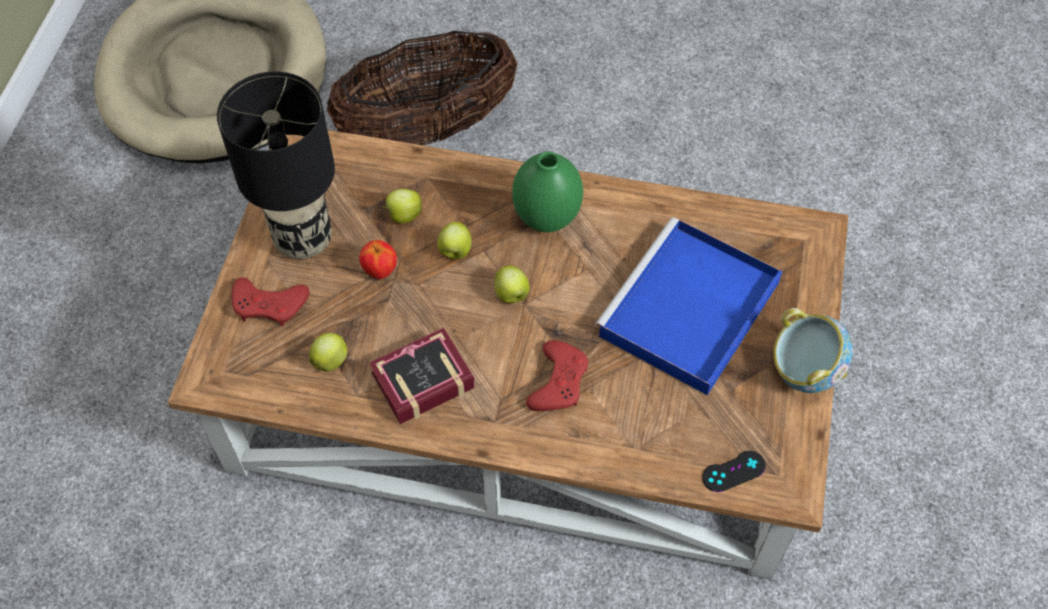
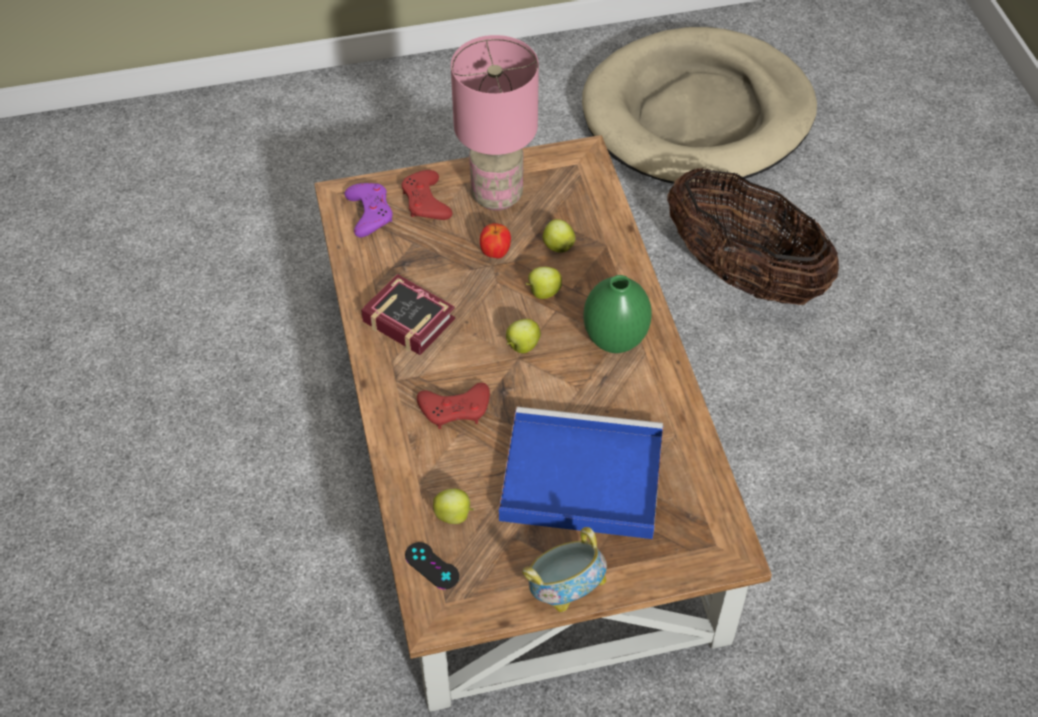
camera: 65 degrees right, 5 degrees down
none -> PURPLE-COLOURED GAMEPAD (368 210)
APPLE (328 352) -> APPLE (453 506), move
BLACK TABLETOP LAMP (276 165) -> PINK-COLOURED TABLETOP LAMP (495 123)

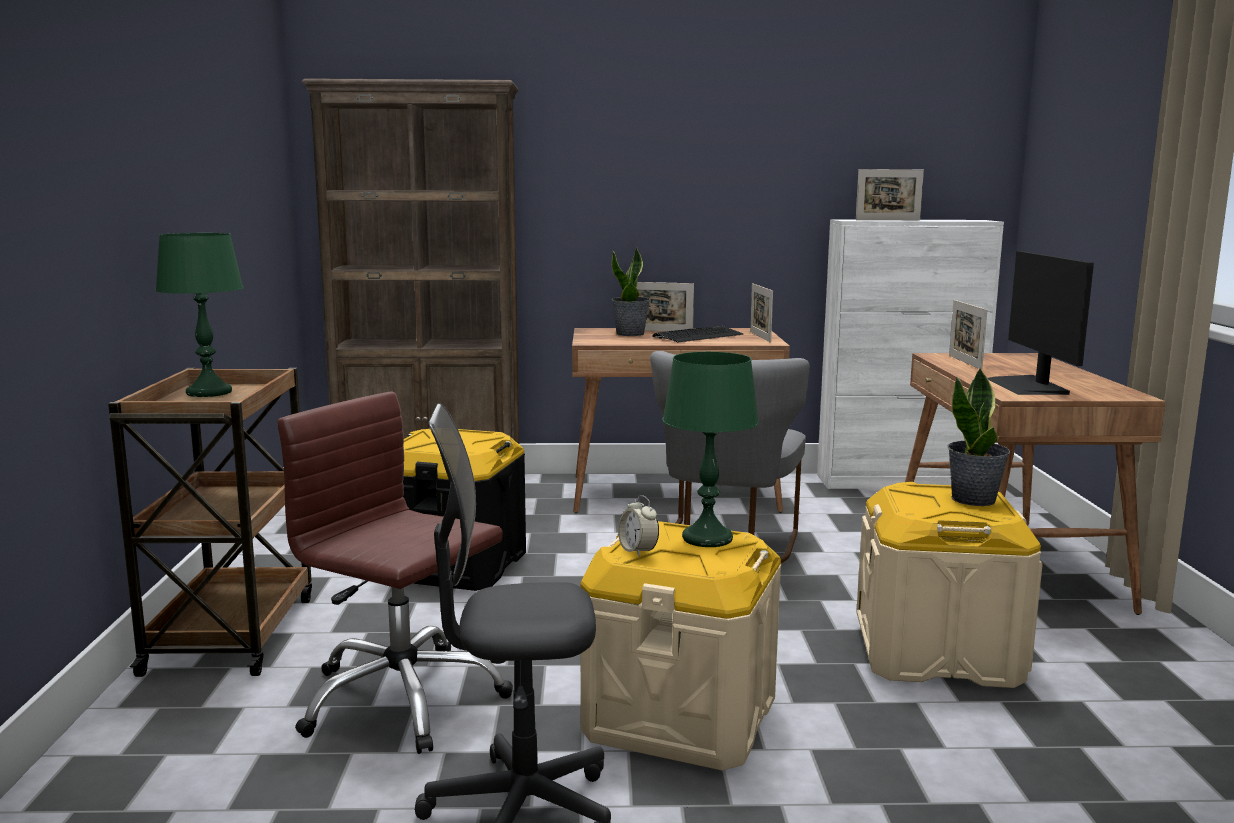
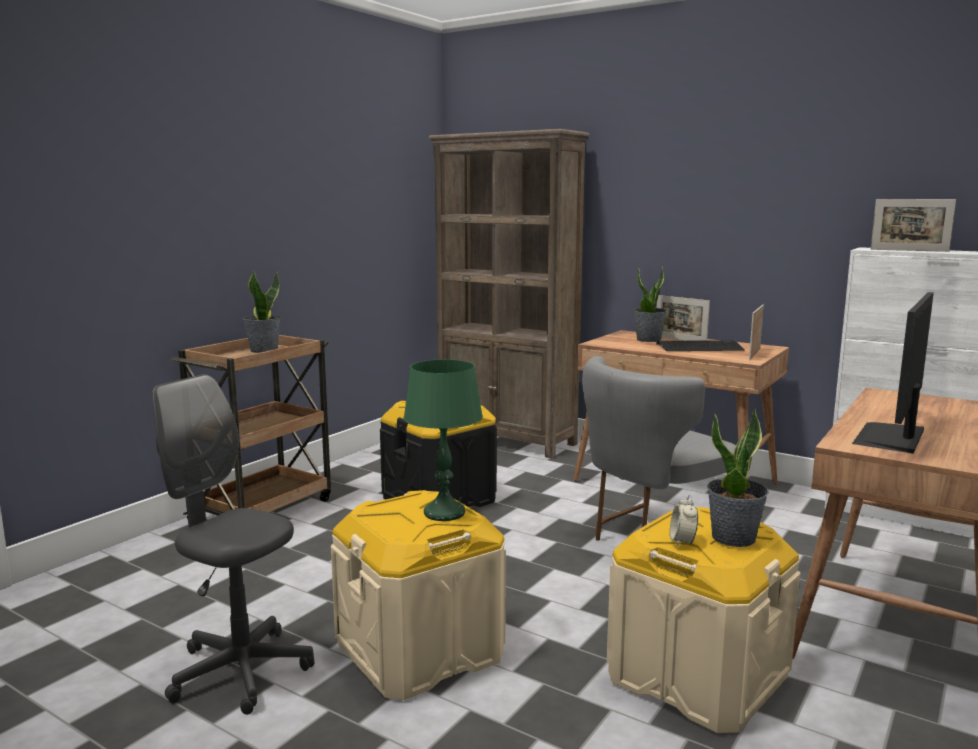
camera: 35 degrees right, 0 degrees up
GREEN-COLOURED TABLETOP LAMP (199 315) -> PLANT IN A POT (262 311)
BEDSIDE CLOCK (638 526) -> BEDSIDE CLOCK (684 521), move
BROWN-COLOURED COMPUTER CHAIR (395 572) -> none
STANDING FRAME (968 335) -> none

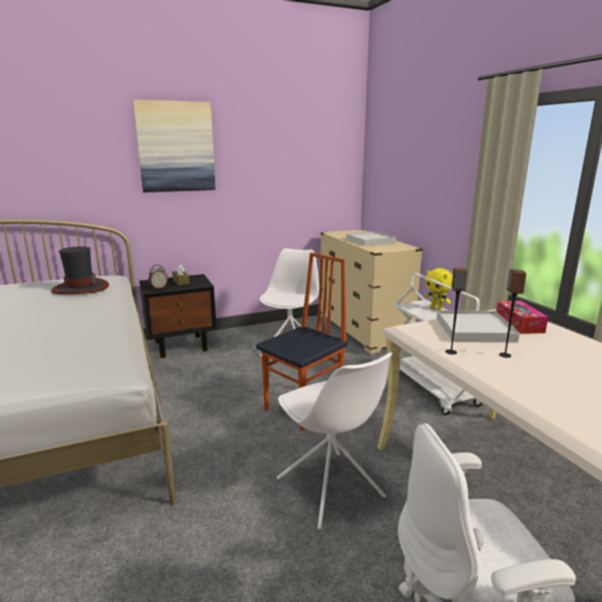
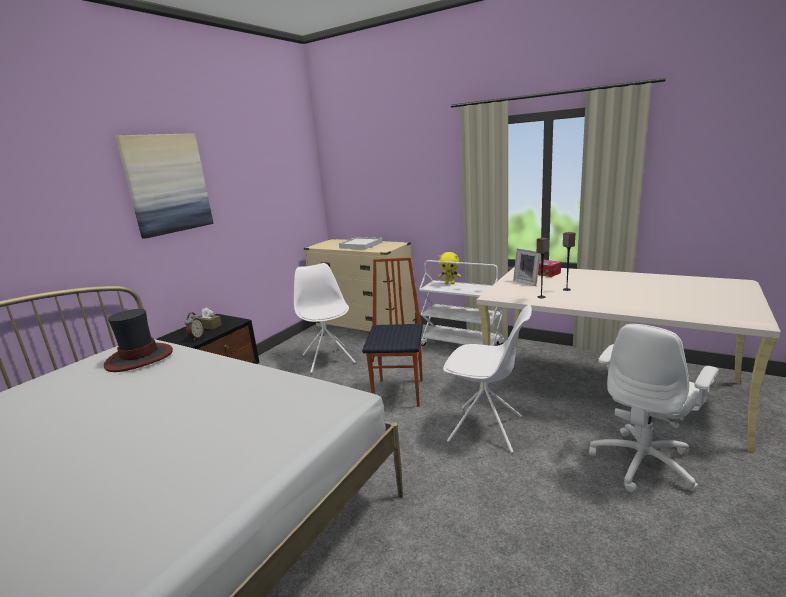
camera: 35 degrees left, 0 degrees up
WHITE SERVING TRAY (478 326) -> STANDING FRAME (526 267)

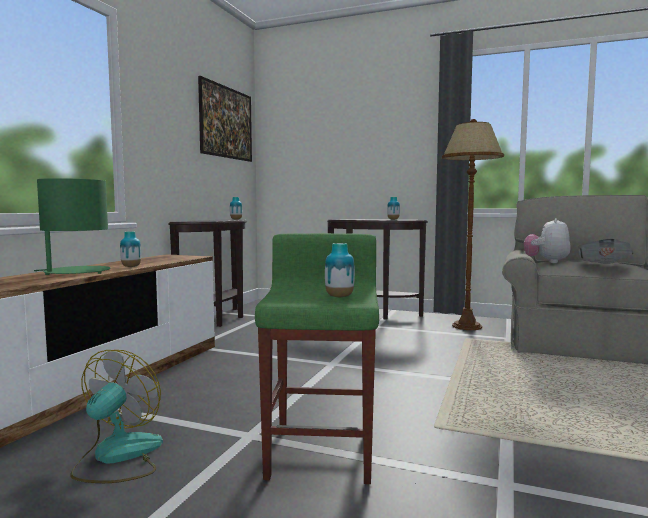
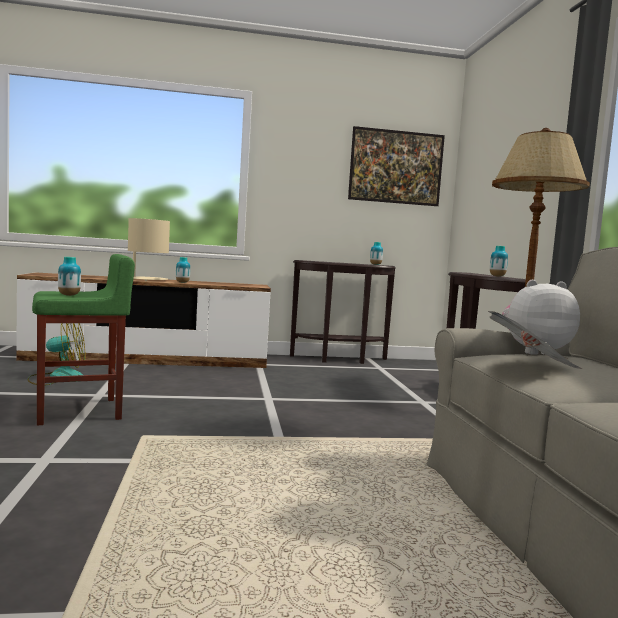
camera: 60 degrees right, 0 degrees up
GREEN-COLOURED TABLETOP LAMP (72 226) -> SAND-COLOURED TABLETOP LAMP (149 249)

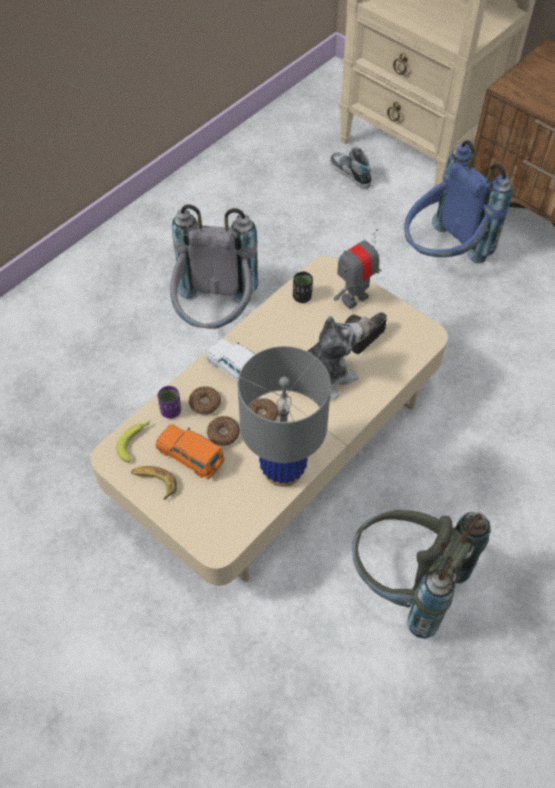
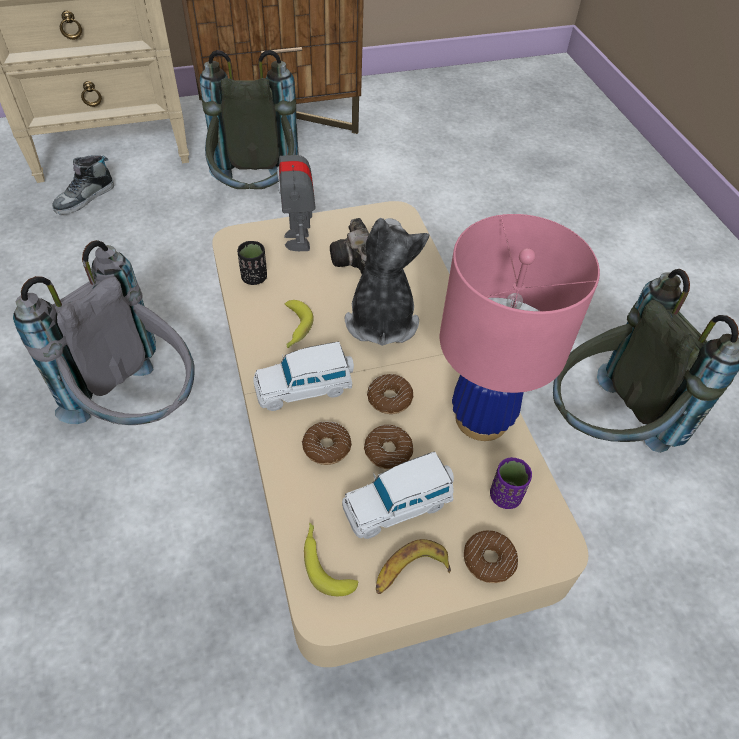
camera: 60 degrees left, 5 degrees down
ITEM OF FOOTWEAR (351 168) -> ITEM OF FOOTWEAR (83 185), 45 degrees counterclockwise
BLUE-COLOURED BACKPACK (458 202) -> GRAY BACKPACK (249 119)
none -> BANANA (299 324)
ORANGE TOY CAR (190 451) -> WHITE TOY CAR (398 495)
GRAY TABLETOP LAMP (284 416) -> PINK-COLOURED TABLETOP LAMP (520 327)
none -> RING DOUGHNUT (491 556)
PURPLE-COLOURED CUP (169 402) -> PURPLE-COLOURED CUP (511 483), move

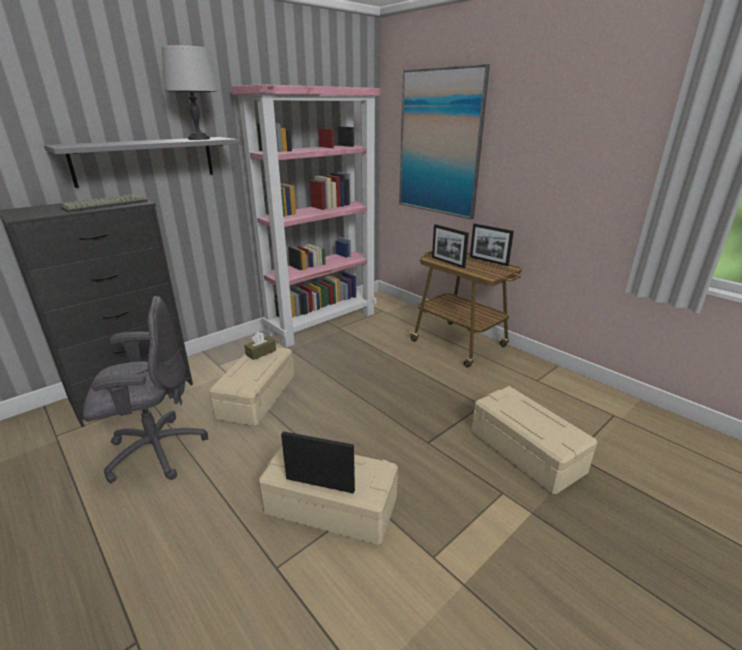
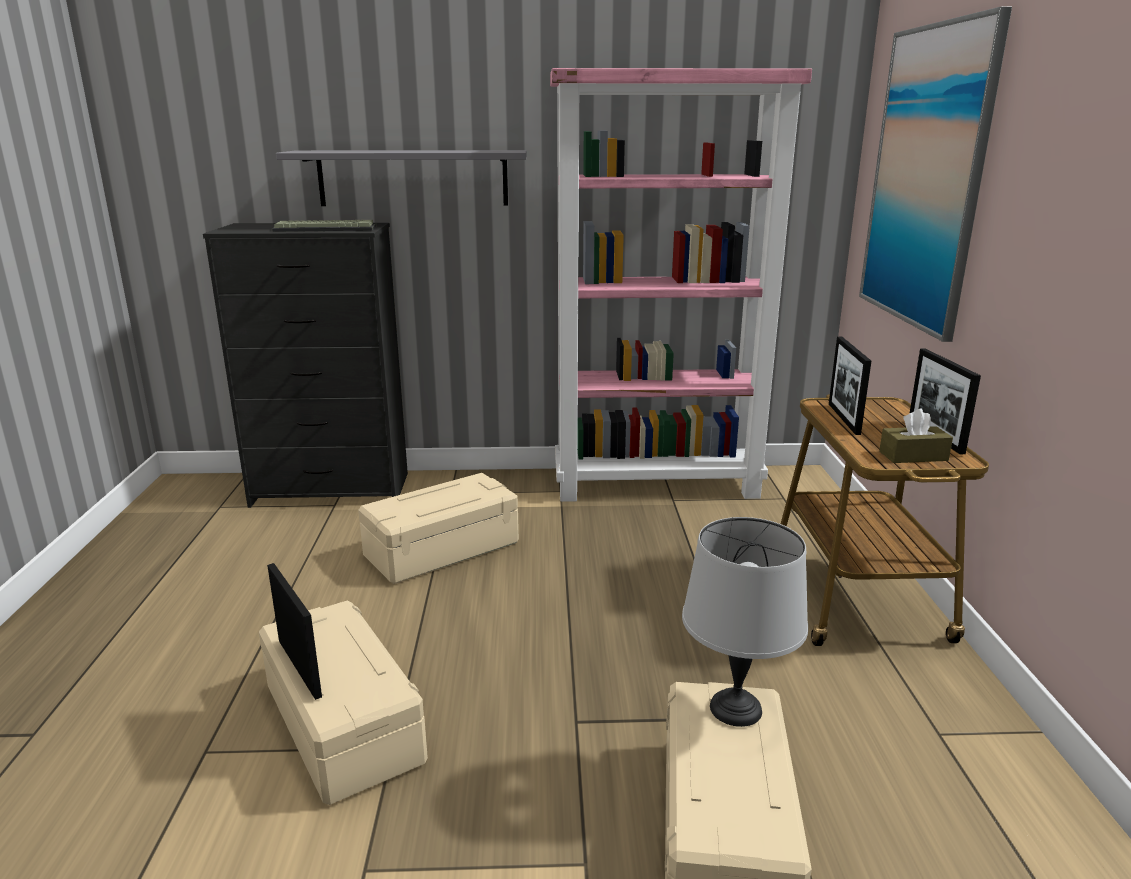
camera: 40 degrees right, 5 degrees down
GRAY TABLETOP LAMP (189 92) -> GRAY TABLETOP LAMP (745 622), move
BROWN-COLOURED BOX OF TISSUES (260 346) -> BROWN-COLOURED BOX OF TISSUES (916 436), move
GRAY COMPUTER CHAIR (145 389) -> none

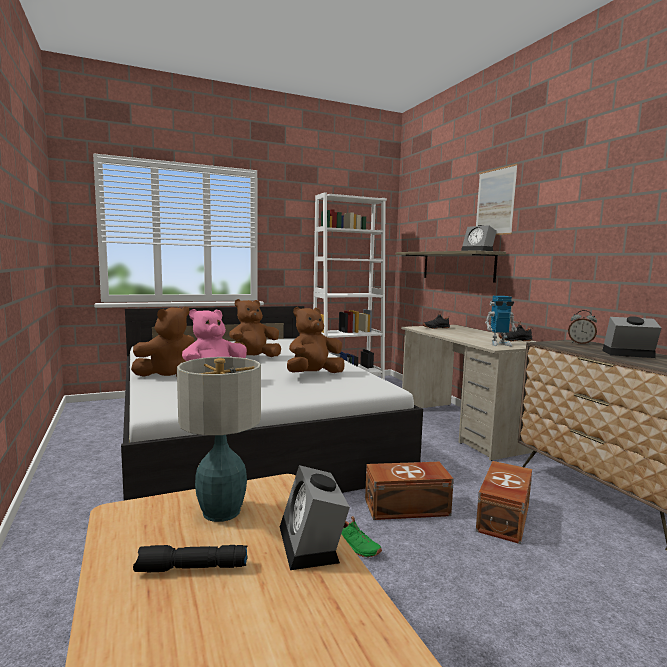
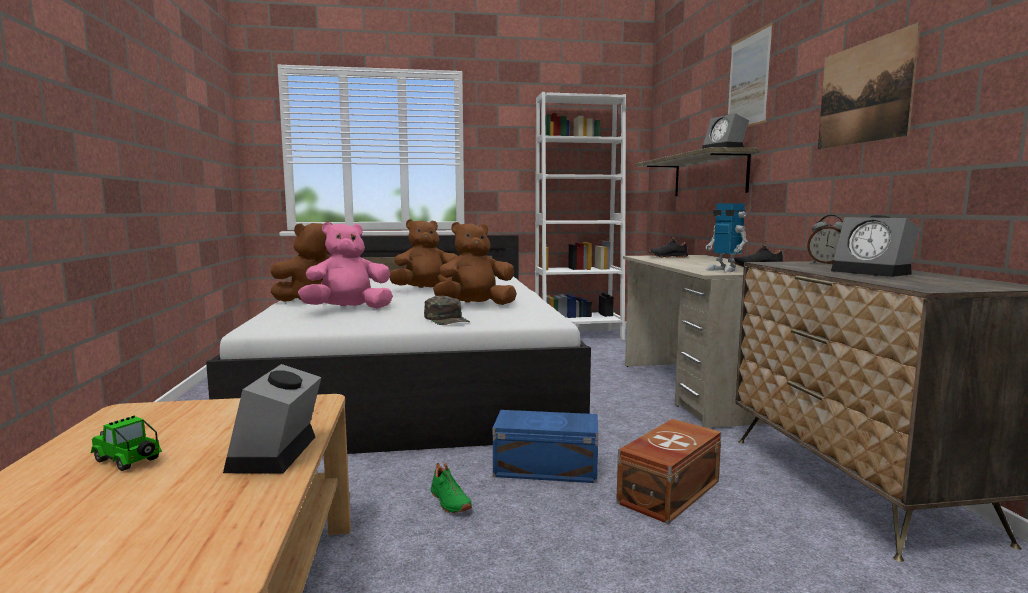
camera: 15 degrees right, 0 degrees up
BLACK FLASHLIGHT (190 558) -> TOY CAR (126 443)
none -> GREEN-COLOURED PEAKED CAP (447 310)
BROWN-COLOURED STORAGE CONTAINER (409 491) -> BLUE-COLOURED STORAGE CONTAINER (545 446)
MODEL ROBOT (501 321) -> MODEL ROBOT (726 237), 45 degrees clockwise
none -> PICTURE (869 85)
BEDSIDE CLOCK (631 337) -> BEDSIDE CLOCK (875 246), 150 degrees counterclockwise
TABLETOP LAMP (219 439) -> none

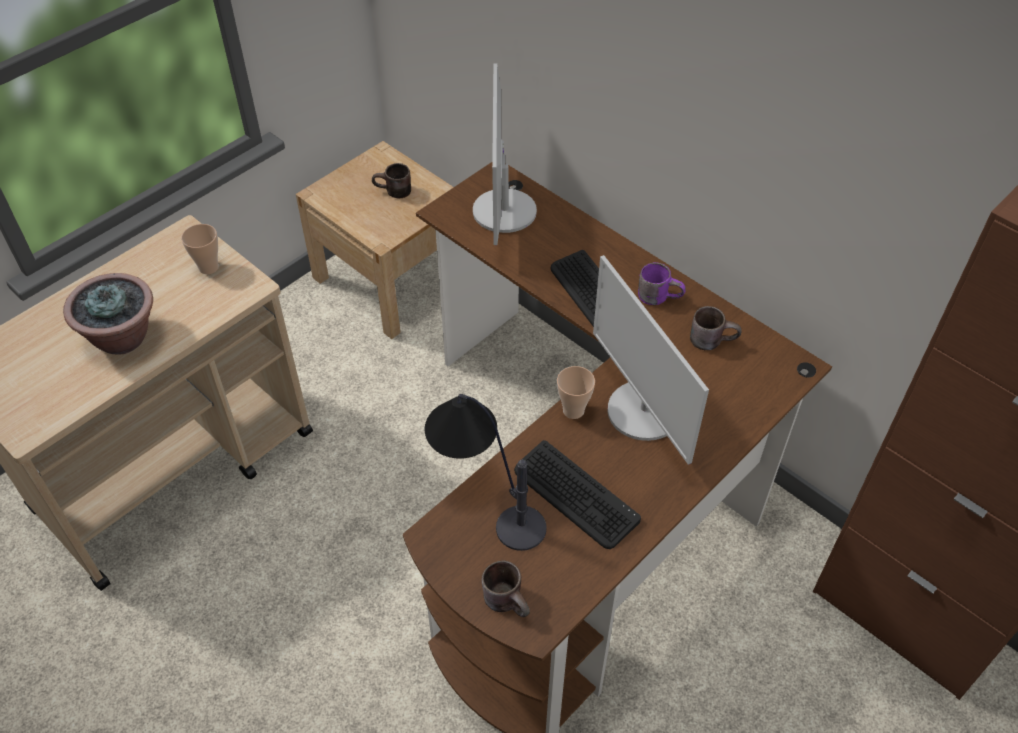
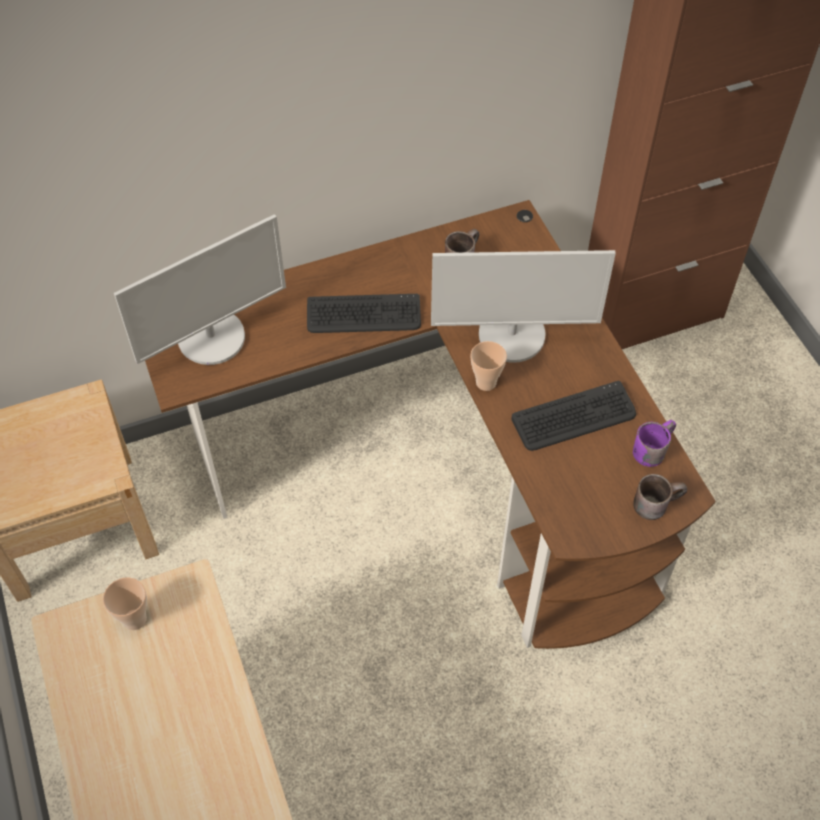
camera: 65 degrees left, 5 degrees up
COMPUTER DISPLAY (505 154) -> COMPUTER DISPLAY (200 289), 60 degrees counterclockwise
PURPLE-COLOURED TEA MUG (662 283) -> PURPLE-COLOURED TEA MUG (654 443), move
PLANT IN A POT (108 314) -> none
BROWN-COLOURED TEA MUG (391 180) -> none
TABLETOP LAMP (486 472) -> none

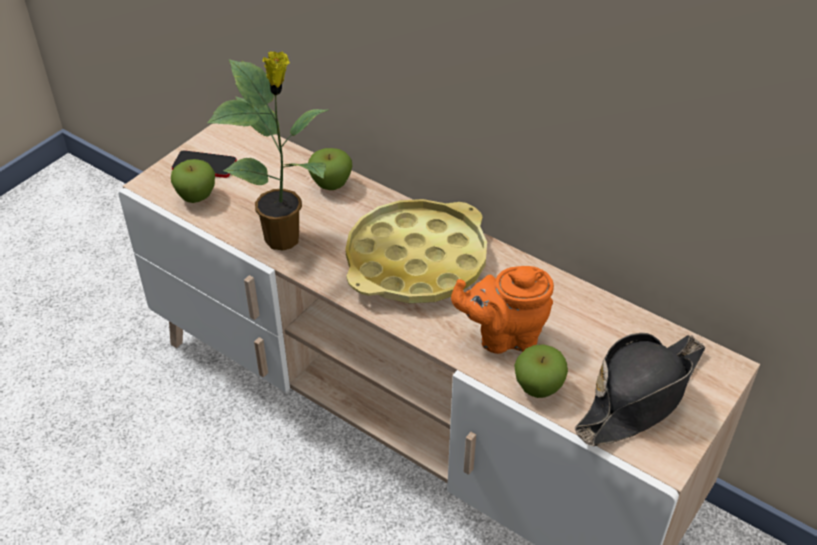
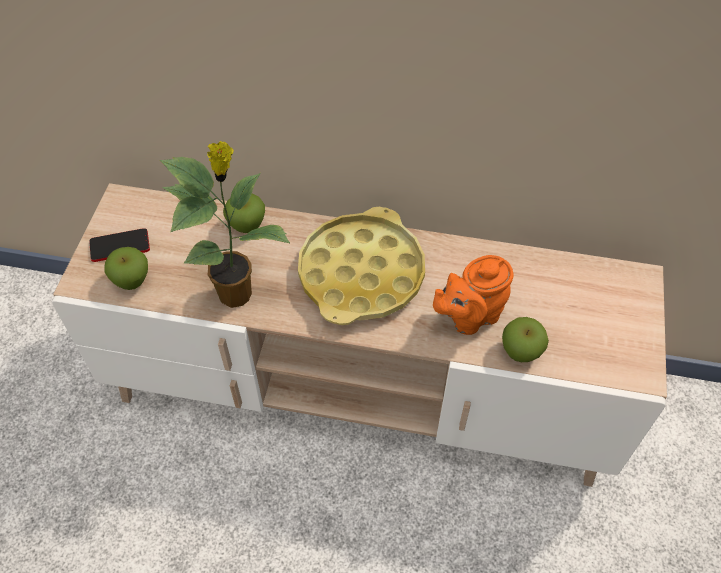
camera: 25 degrees left, 10 degrees up
BLACK HAT (639 389) -> none

